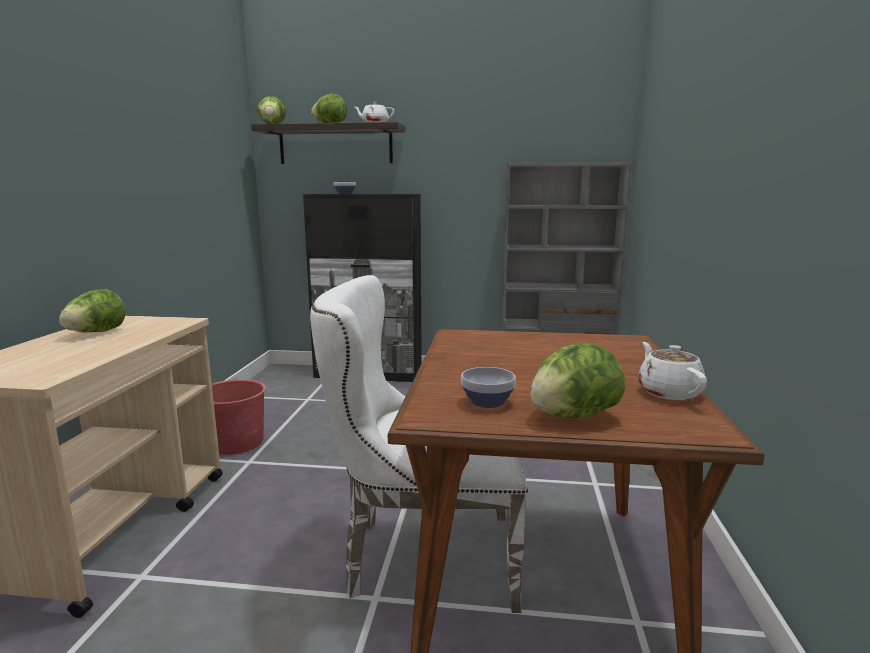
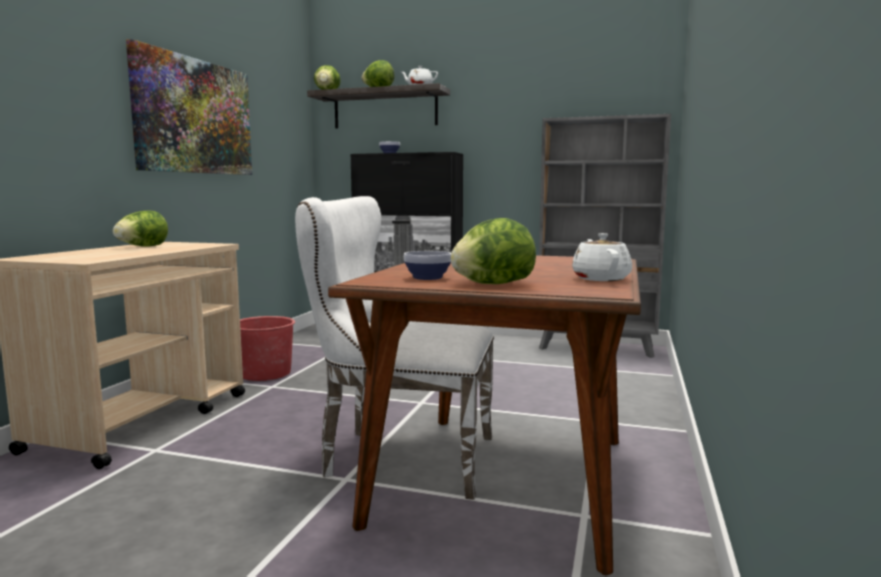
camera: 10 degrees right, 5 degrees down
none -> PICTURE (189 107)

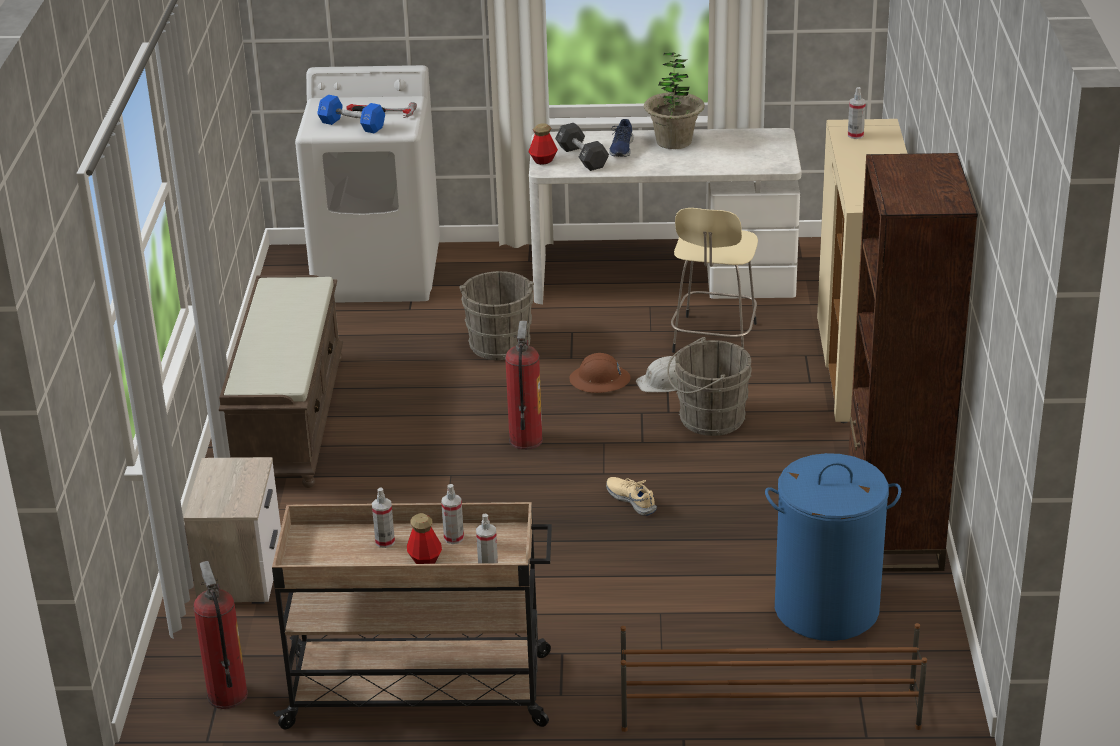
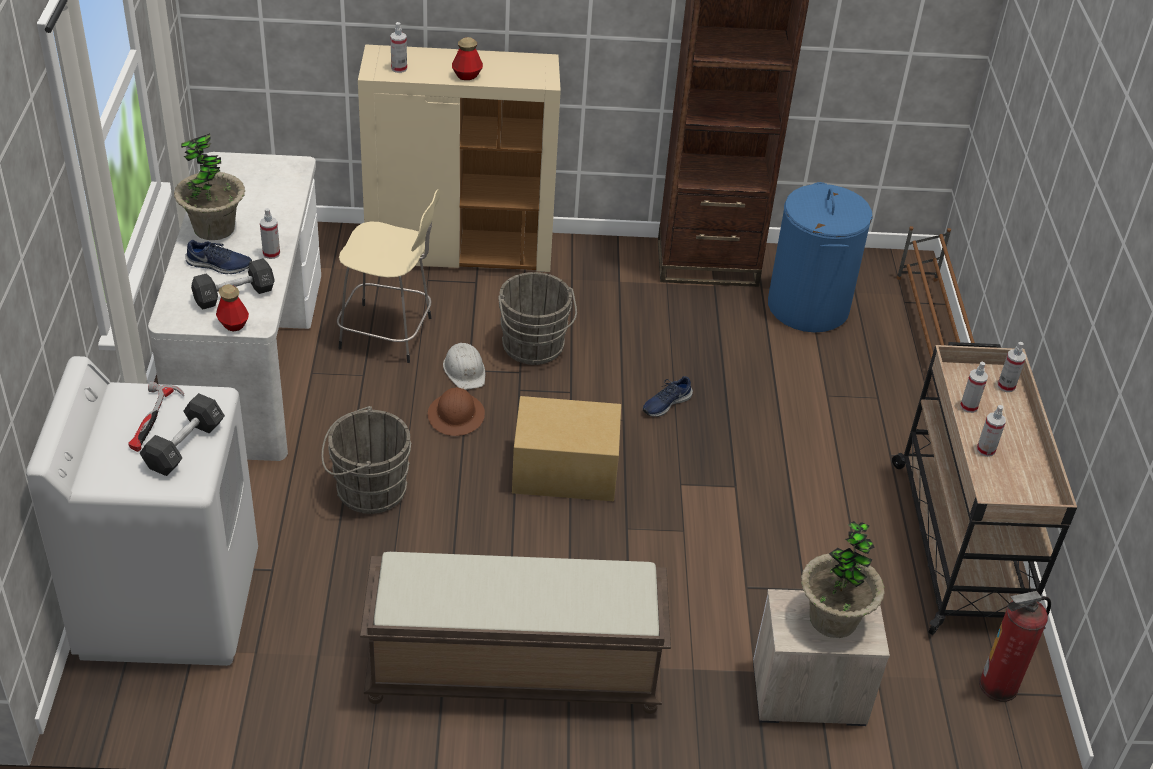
camera: 95 degrees left, 10 degrees up
BLUE-COLOURED FREE WEIGHT (351 114) -> BLACK FREE WEIGHT (182 434)
none -> SPRAYER (270 233)
BEVERAGE BOTTLE (424 538) -> BEVERAGE BOTTLE (467 58), move
FIRE EXTINGUISHER (524 385) -> PACKING BOX (566 448)
SAND-COLOURED ITEM OF FOOTWEAR (631 496) -> BLUE-COLOURED ITEM OF FOOTWEAR (668 396)
none -> PLANT IN A POT (843 579)

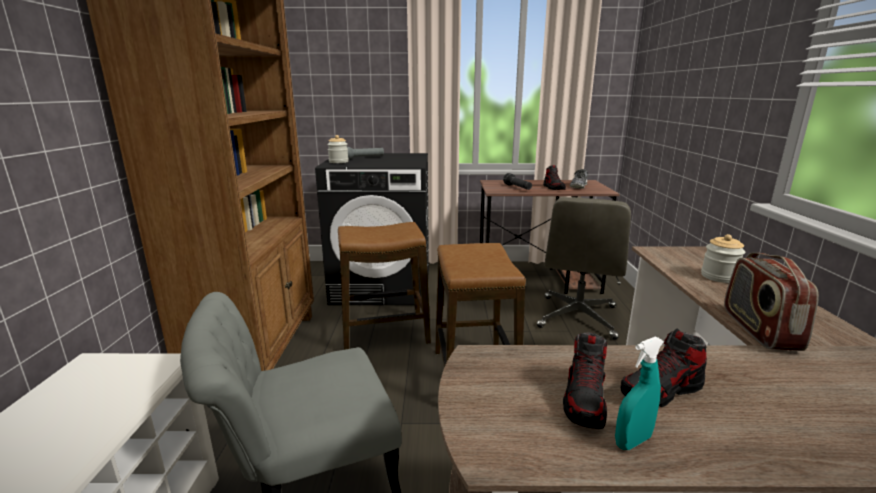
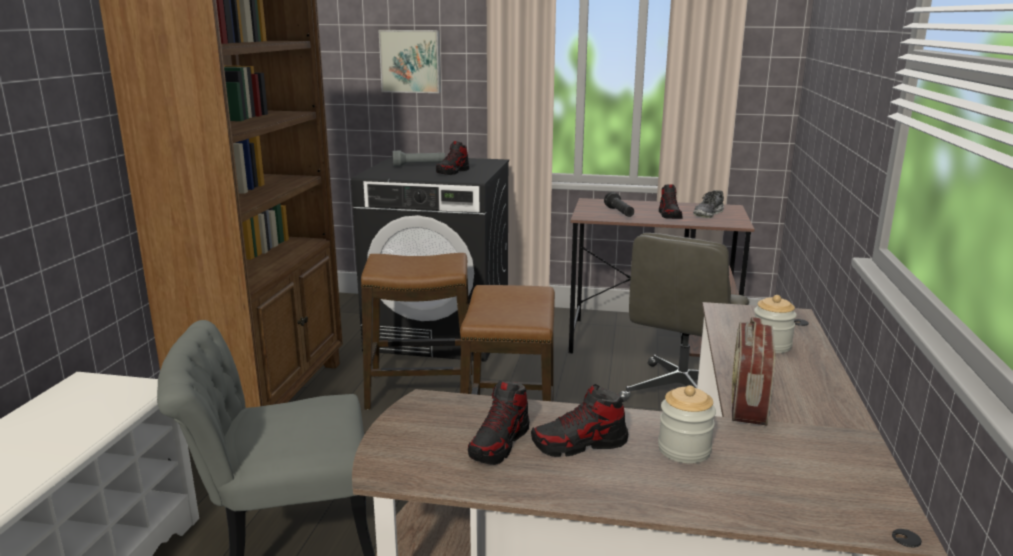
camera: 10 degrees right, 0 degrees up
none -> PICTURE (410 61)
none -> ITEM OF FOOTWEAR (453 158)
PRESERVE JAR (338 149) -> PRESERVE JAR (687 424), move
TURQUOISE-COLOURED SPRAYER (639 393) -> none

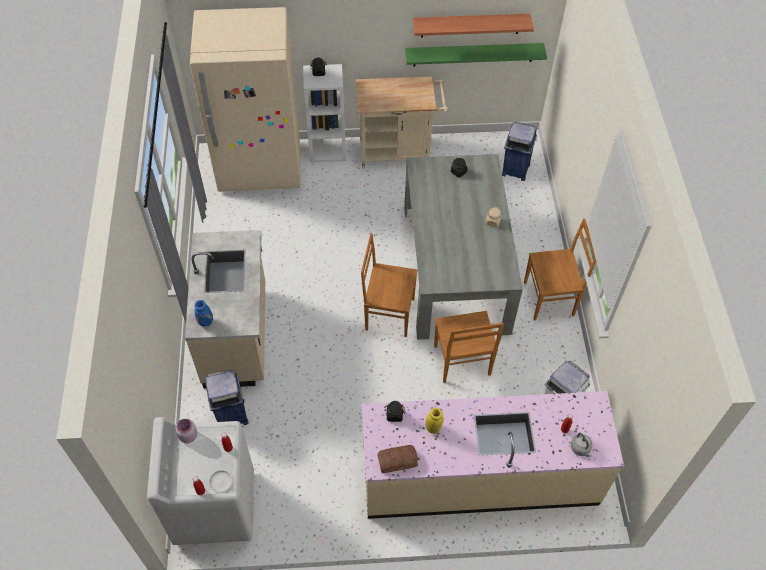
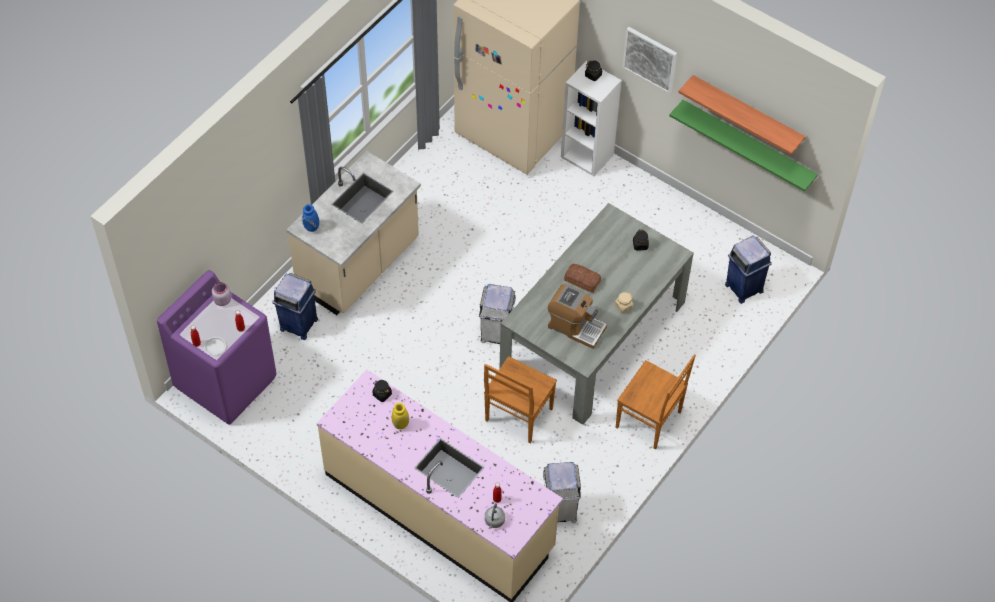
camera: 40 degrees right, 0 degrees up
WHITE WASHING MACHINE (200 481) -> PURPLE-COLOURED WASHING MACHINE (217 347)
BROWN-COLOURED CHAIR (389 285) -> WHITE TRASH CAN (497 314)
none -> COFFEE MAKER (577 316)
BAKERY BREAD (397 459) -> BAKERY BREAD (582 278), move
none -> PICTURE (649 60)
SAND-COLOURED WHEELED CART (402 123) -> none

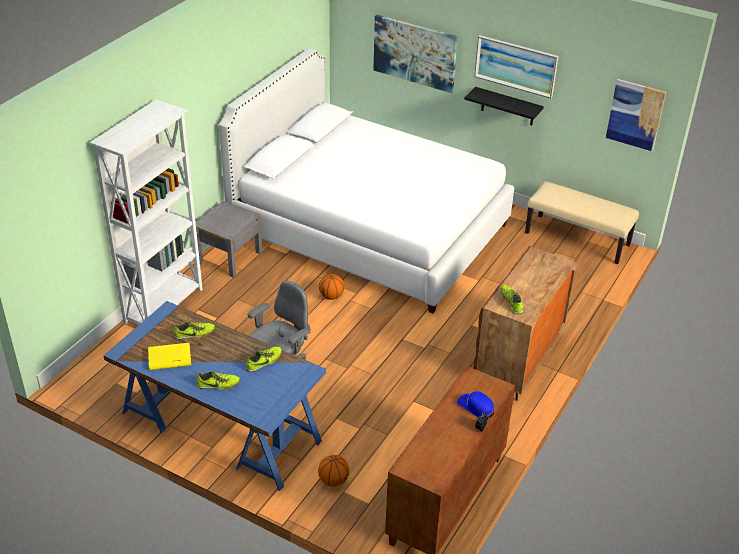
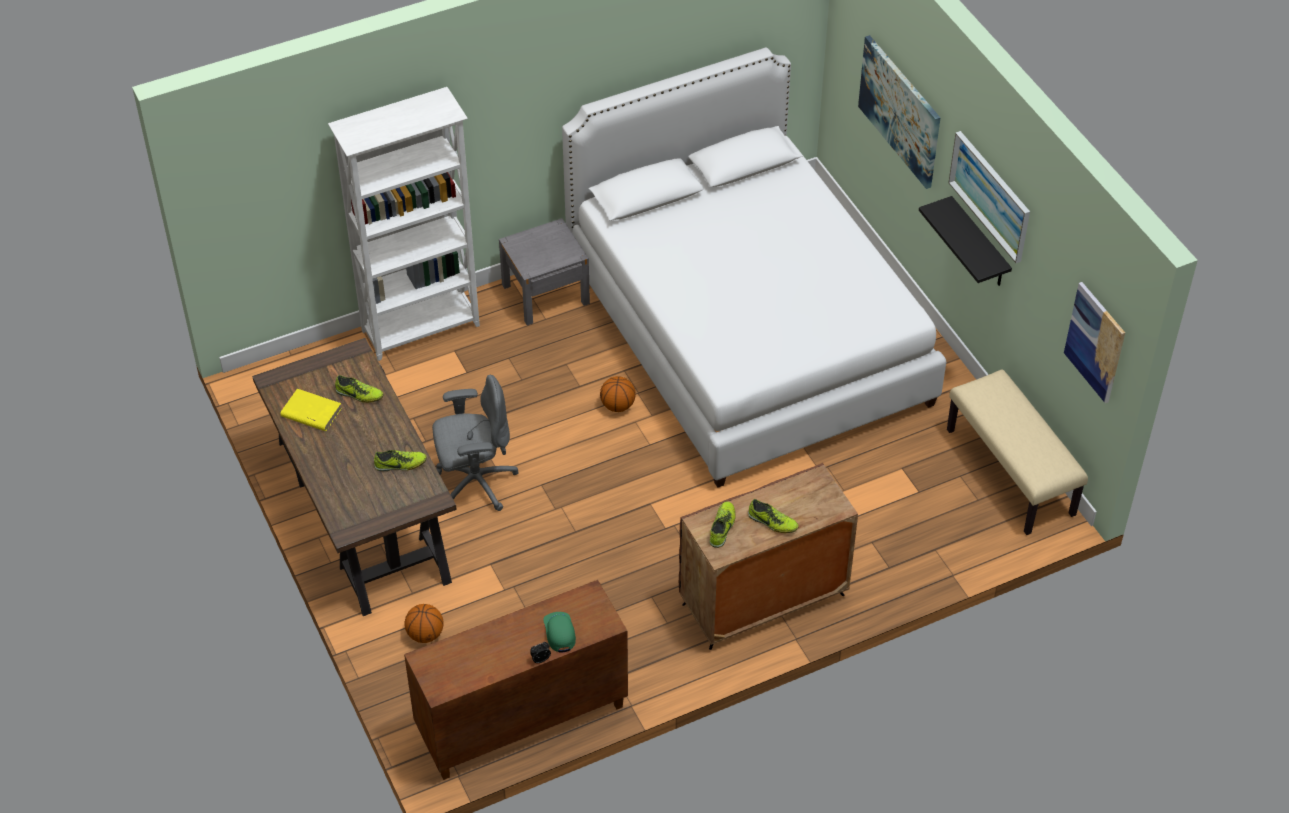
camera: 35 degrees right, 10 degrees up
BLUE-COLOURED DESK (215 396) -> BROWN-COLOURED DESK (354 477)
BLUE-COLOURED PEAKED CAP (475 404) -> GREEN-COLOURED PEAKED CAP (559 632)
ITEM OF FOOTWEAR (218 381) -> ITEM OF FOOTWEAR (773 516), move

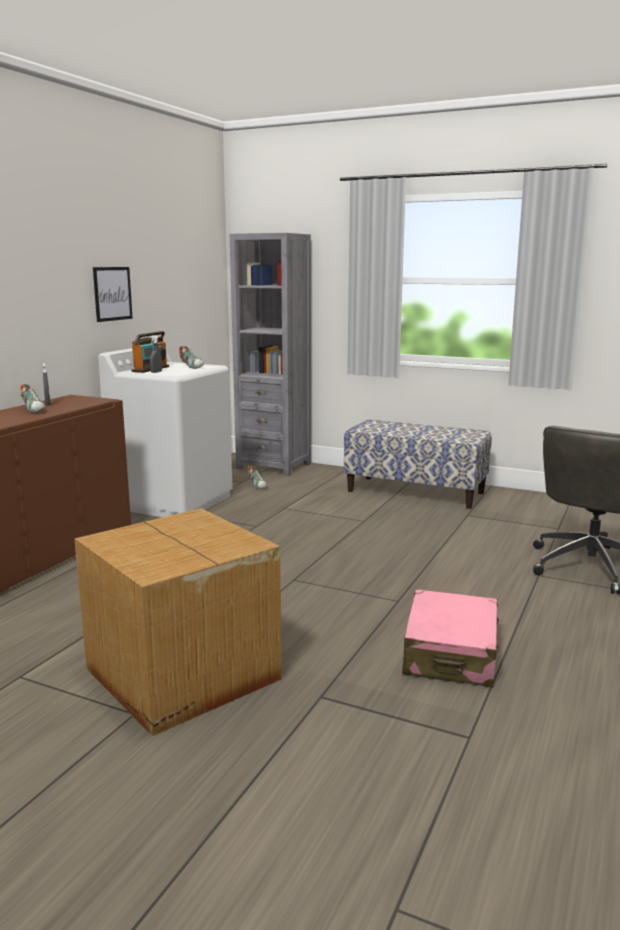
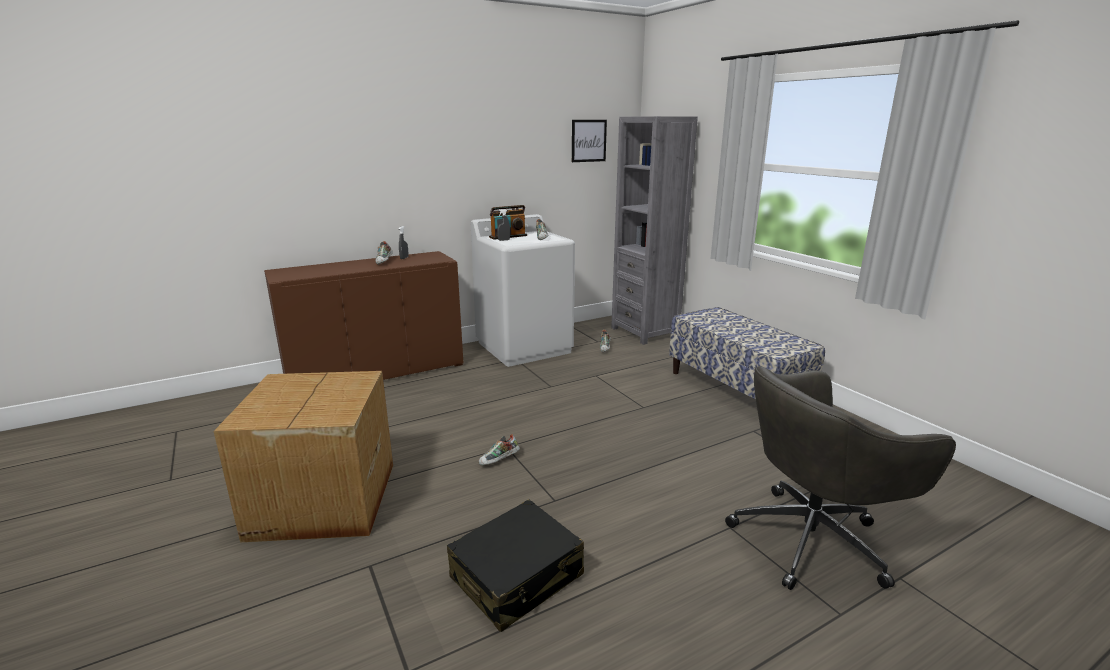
camera: 35 degrees right, 5 degrees up
PINK-COLOURED TRAVEL CASE (451 638) -> BLACK TRAVEL CASE (515 565)
none -> ITEM OF FOOTWEAR (499 449)
PICTURE (113 294) -> PICTURE (589 141), move

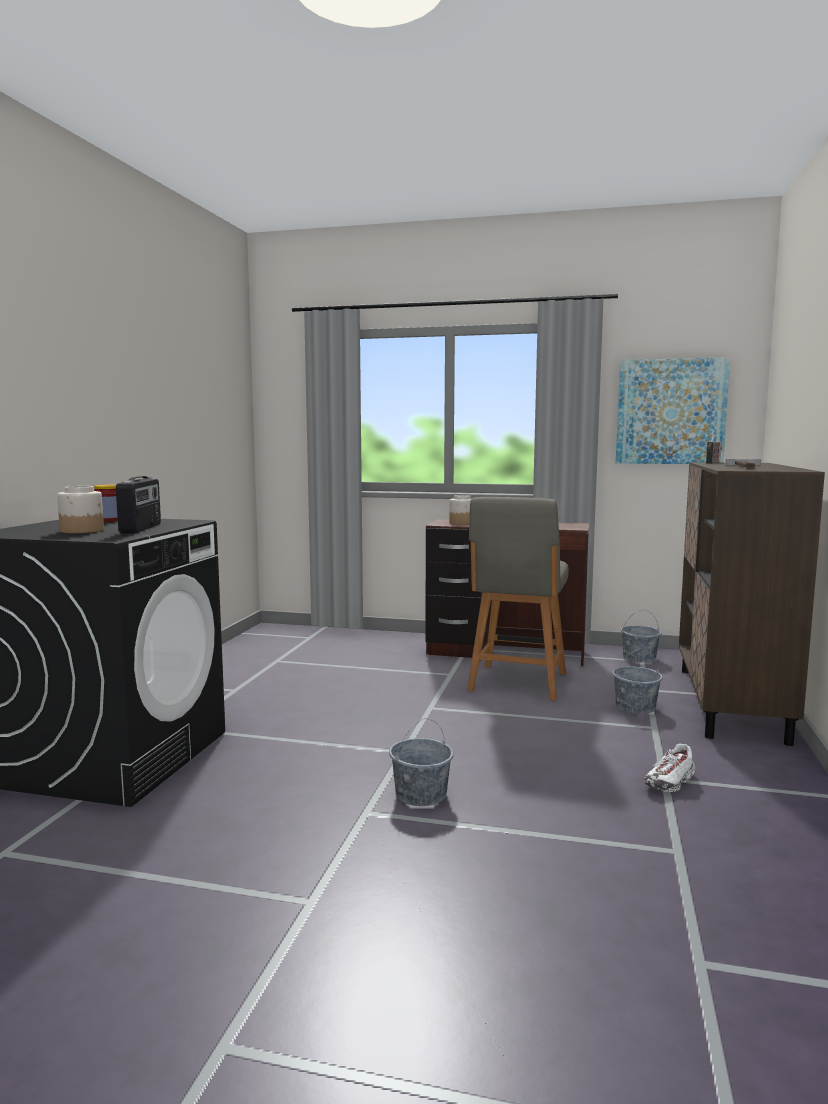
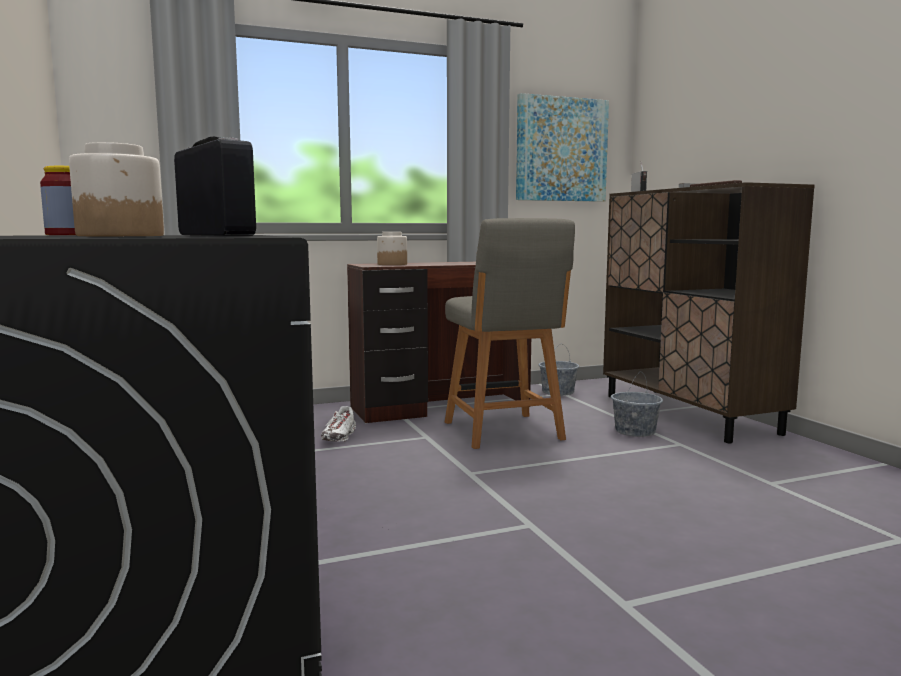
camera: 35 degrees left, 0 degrees up
WHITE ITEM OF FOOTWEAR (669 768) -> WHITE ITEM OF FOOTWEAR (338 424), move
GRAY PAIL (421 762) -> none

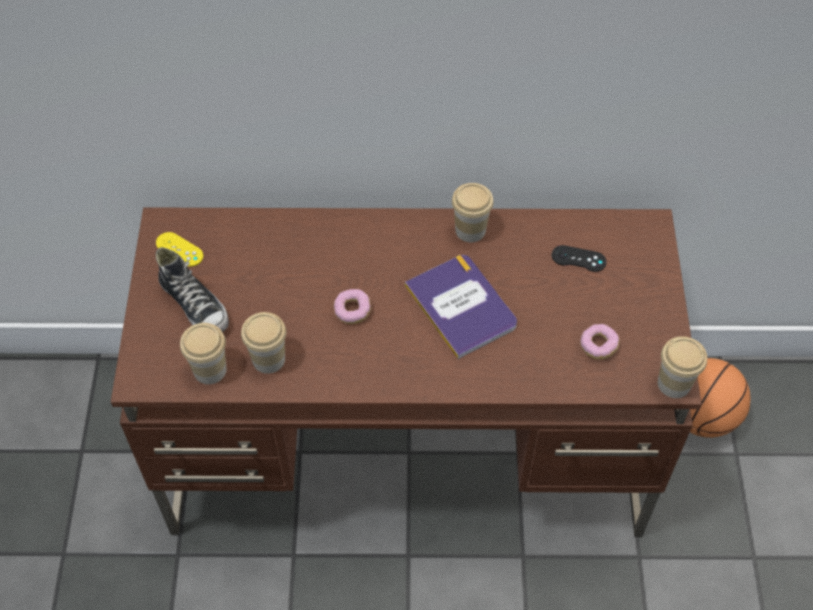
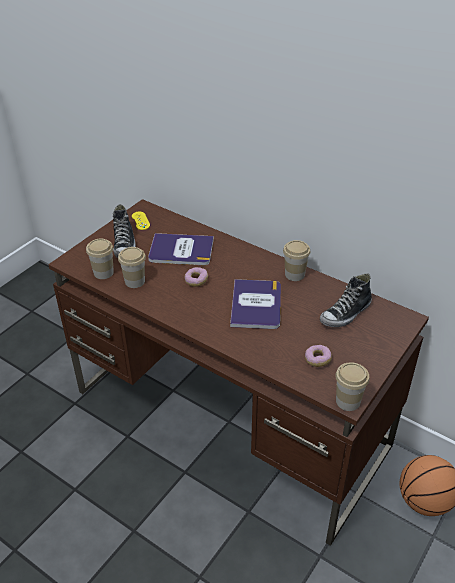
camera: 35 degrees right, 15 degrees down
none -> VOLUME (181 249)
BLACK GAMEPAD (579 258) -> ITEM OF FOOTWEAR (346 300)

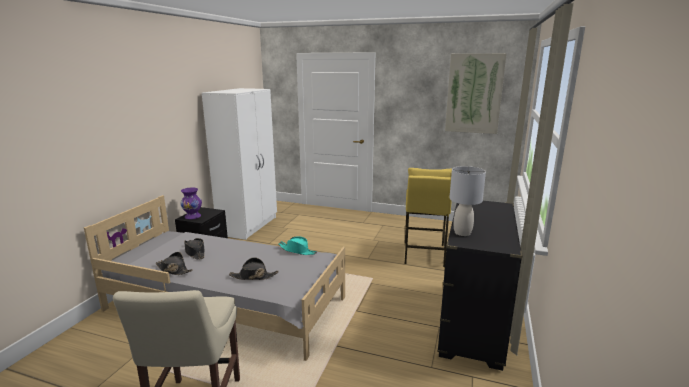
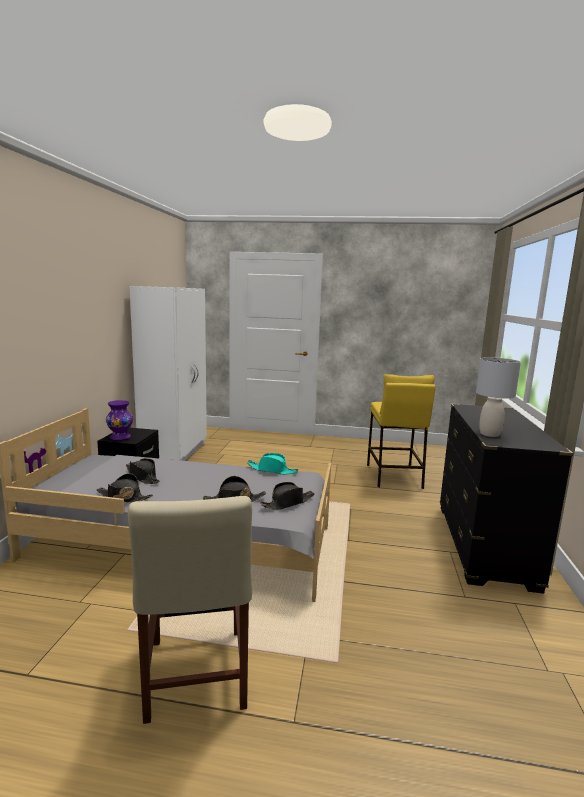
camera: 10 degrees left, 5 degrees down
none -> BLACK HAT (287 496)
PICTURE (476 93) -> none

